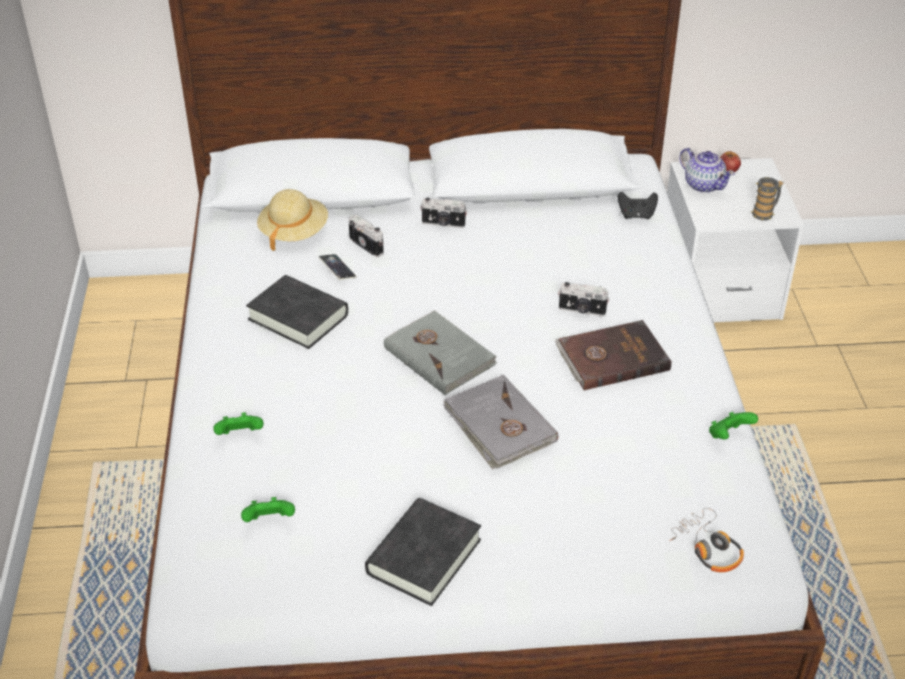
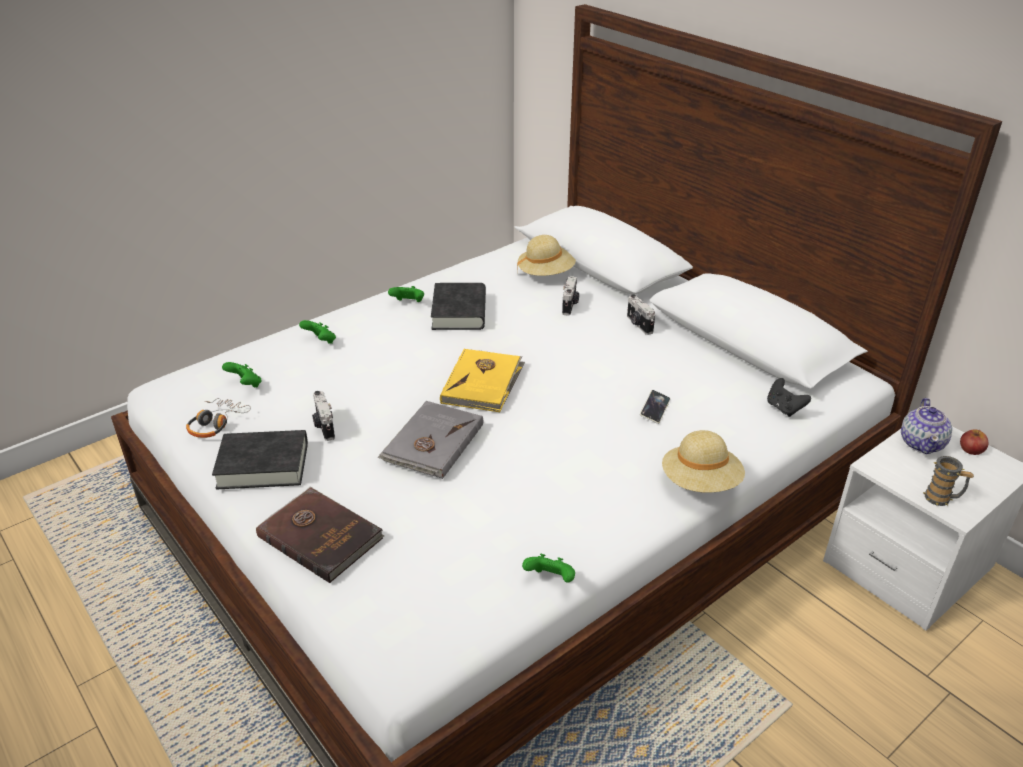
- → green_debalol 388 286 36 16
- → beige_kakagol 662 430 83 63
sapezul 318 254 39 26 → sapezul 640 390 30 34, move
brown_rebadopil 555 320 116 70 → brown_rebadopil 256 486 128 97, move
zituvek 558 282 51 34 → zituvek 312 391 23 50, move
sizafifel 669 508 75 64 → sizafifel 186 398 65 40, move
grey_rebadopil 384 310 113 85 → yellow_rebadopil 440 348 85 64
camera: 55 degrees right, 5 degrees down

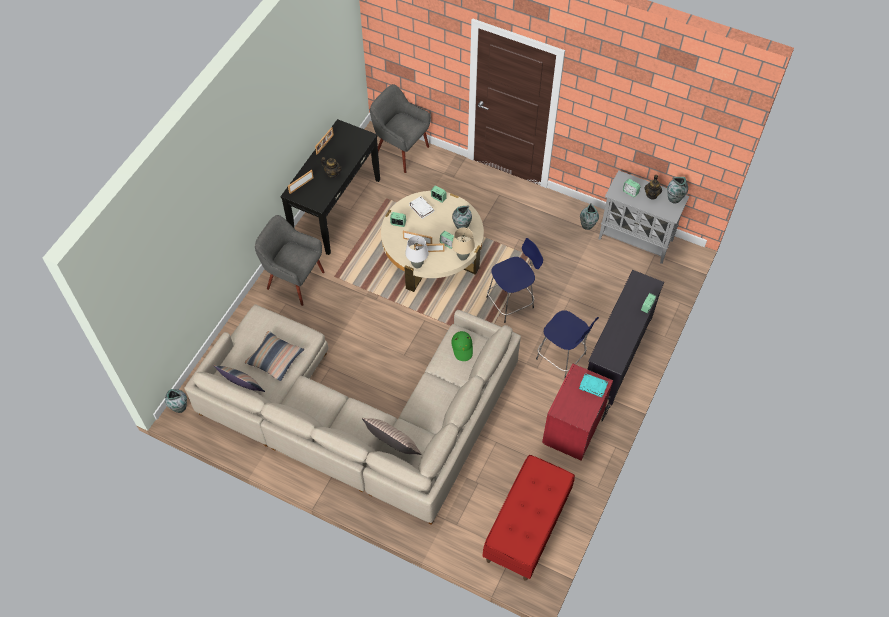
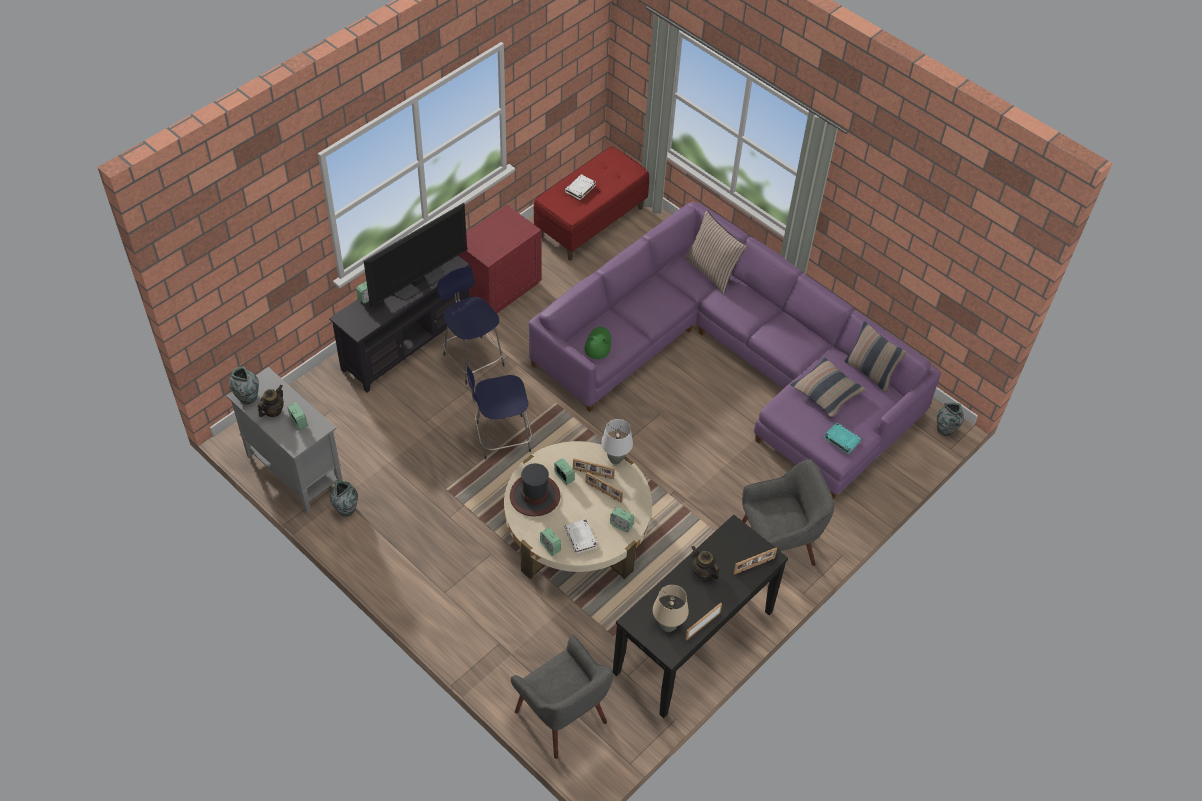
- → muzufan 364 203 103 104
- → white_rebadopil 565 174 31 26
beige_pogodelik 452 228 23 33 → beige_pogodelik 653 585 36 47, move
turquoise_rebadopil 579 373 29 24 → turquoise_rebadopil 824 422 37 32, move
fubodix 452 206 20 23 → kakagol 510 463 50 54
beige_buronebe 184 305 337 220 → purple_buronebe 528 202 413 297
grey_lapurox 255 215 70 91 → grey_lapurox 742 459 92 107, 60 degrees counterclockwise
camera: 165 degrees left, 5 degrees down

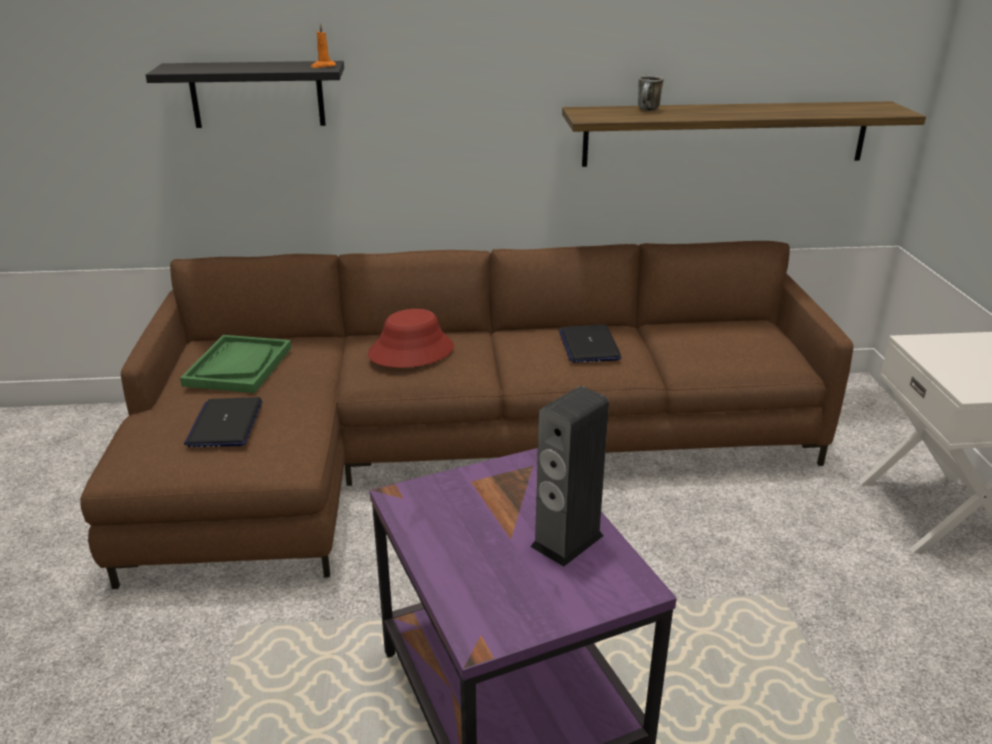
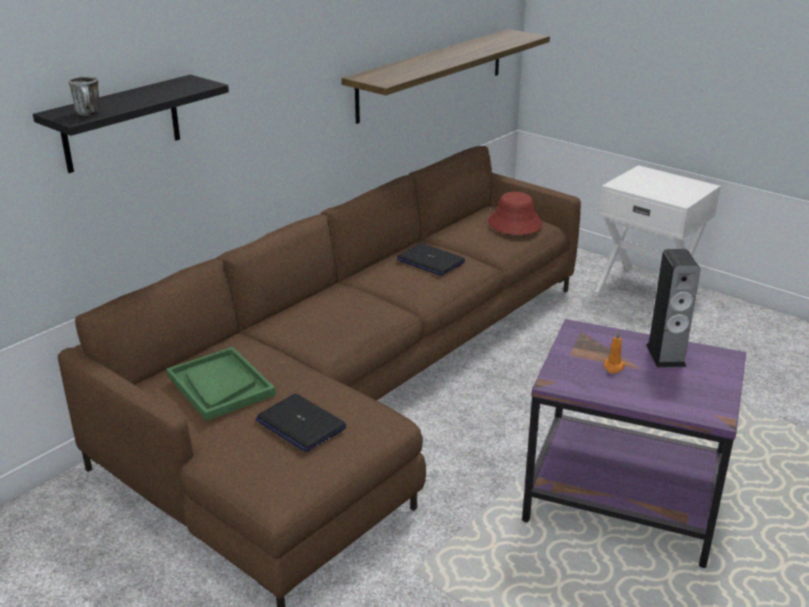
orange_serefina 311 23 25 45 → orange_serefina 603 331 22 42, move
red_kakagol 368 309 86 59 → red_kakagol 488 192 55 43, move
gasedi 638 76 26 35 → gasedi 68 76 32 40, move
camera: 45 degrees left, 0 degrees up

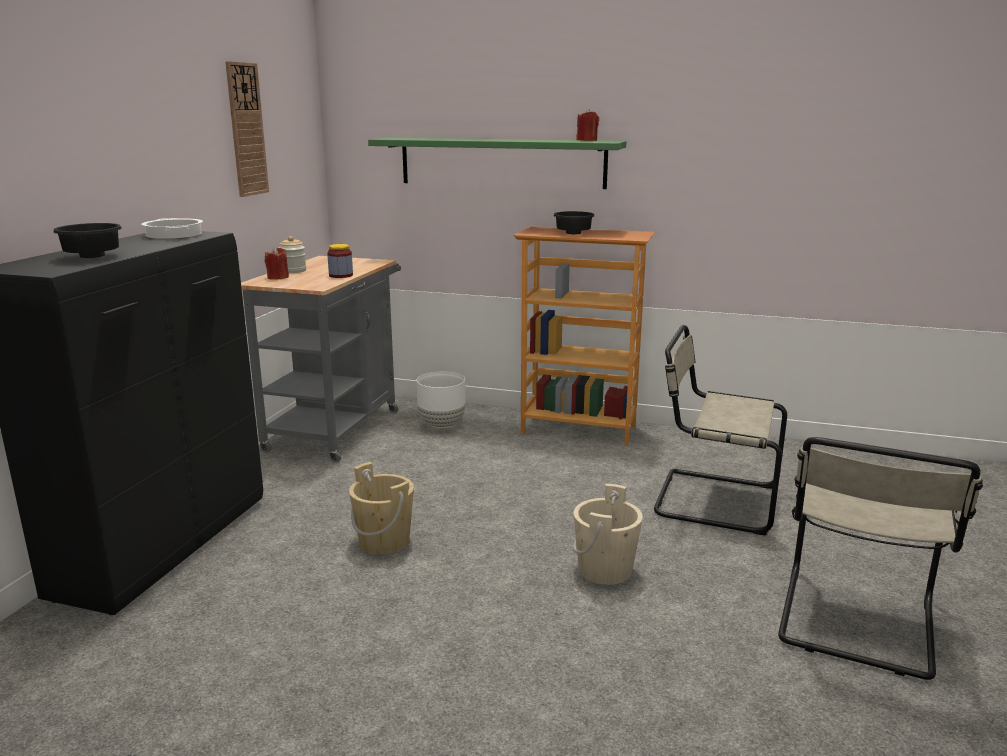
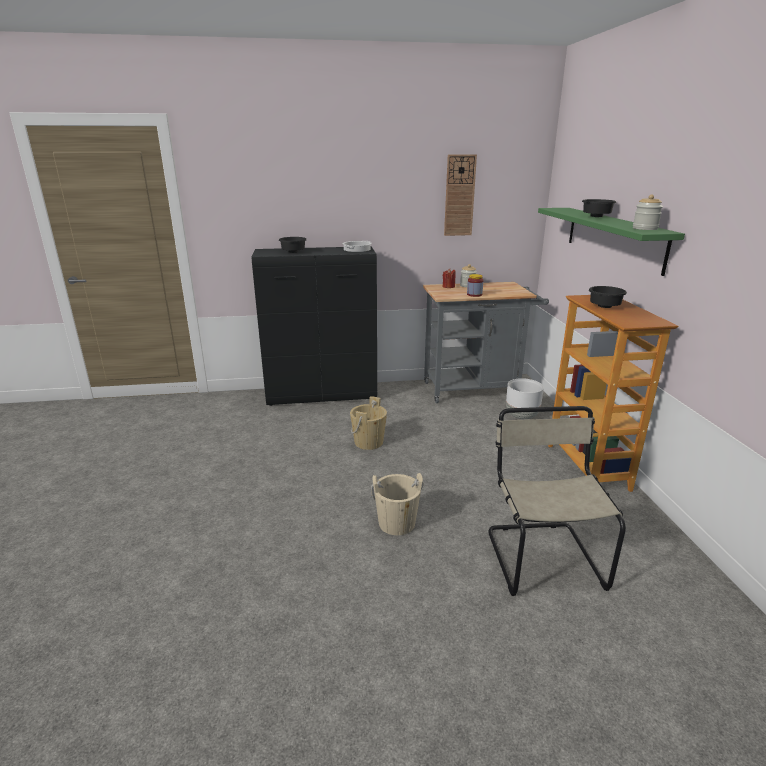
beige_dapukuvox 778 437 205 243 → -
- → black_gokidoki 582 199 34 18
red_serefina 576 109 23 32 → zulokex 633 194 30 36
camera: 65 degrees right, 5 degrees up

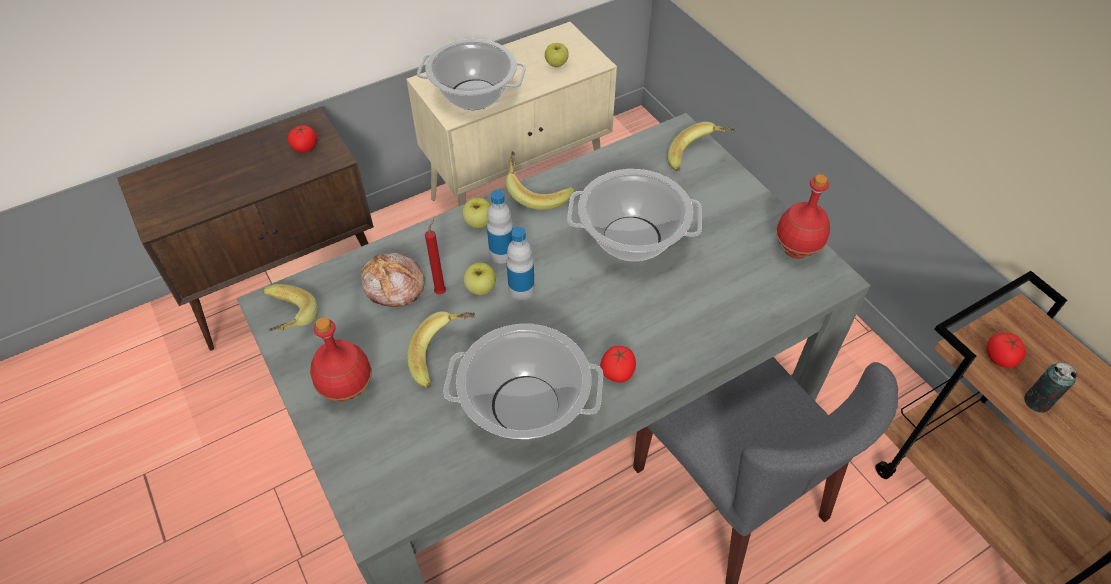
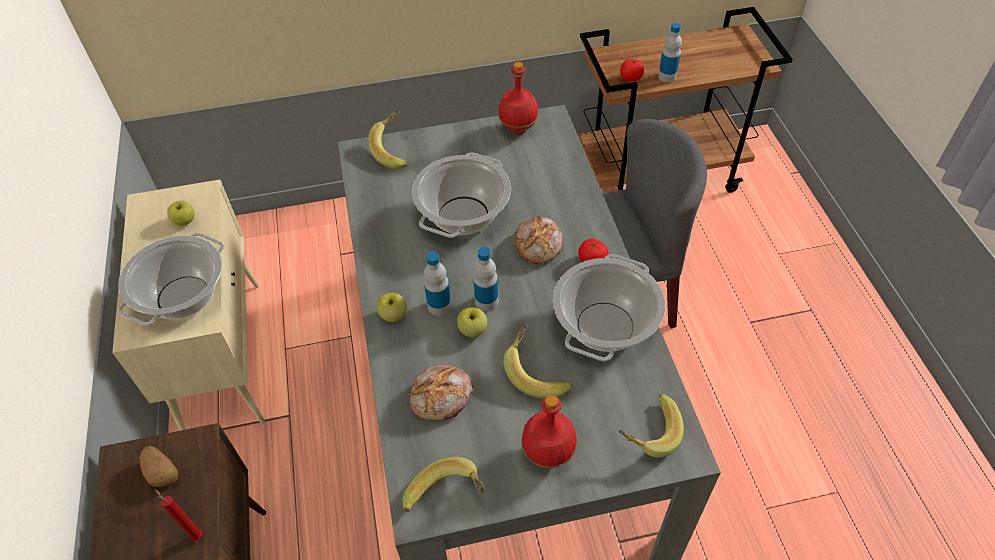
- → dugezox 515 216 49 48
red_serefina 425 219 21 75 → red_serefina 155 489 48 52, move
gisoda 505 151 70 59 → gisoda 619 394 65 64, move
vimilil 288 125 29 27 → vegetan 139 446 39 41
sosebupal 1024 362 53 51 → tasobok 658 23 24 59
camera: 70 degrees left, 0 degrees up

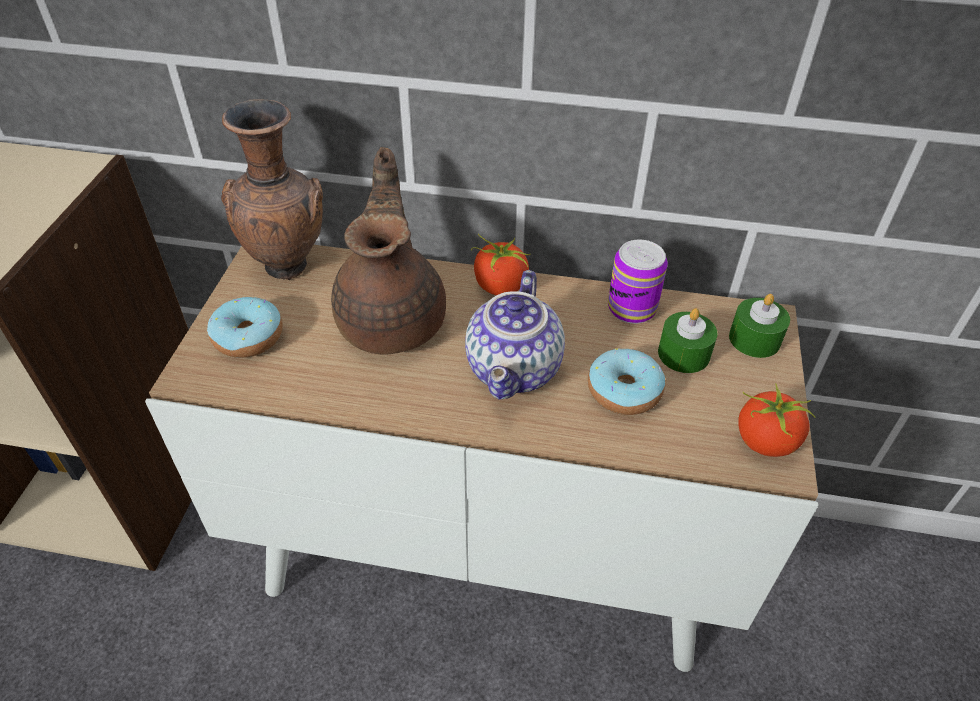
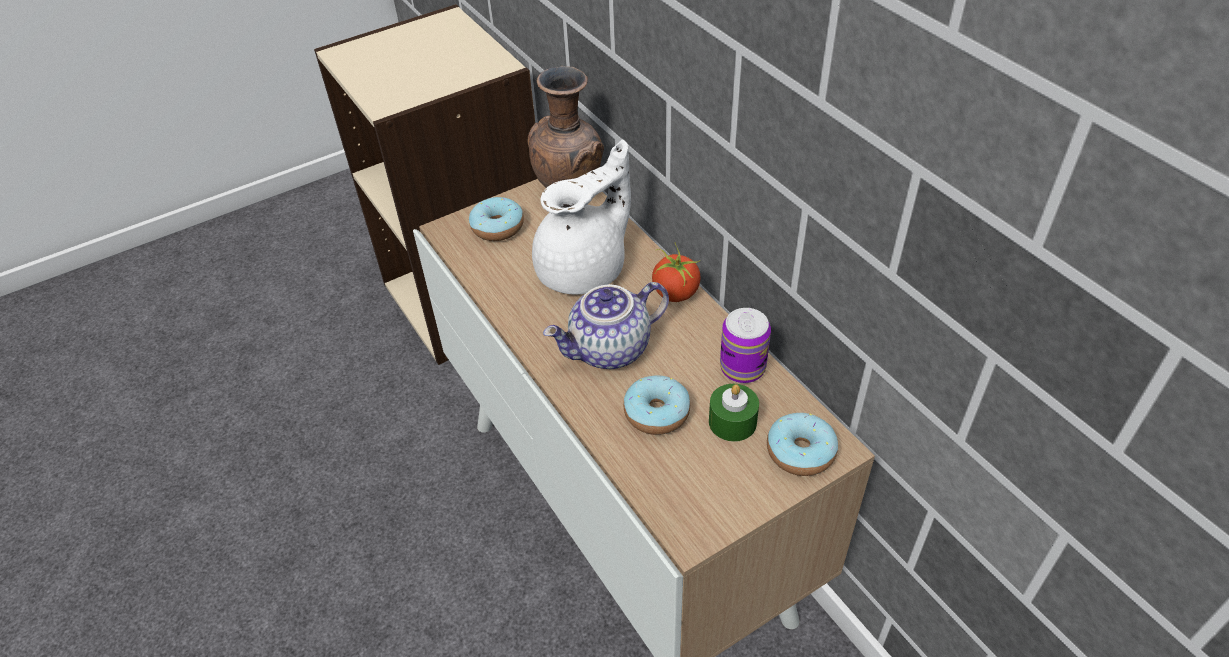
vimilil 738 383 78 74 → -
green_serefina 729 294 61 64 → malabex 767 413 71 63
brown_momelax 331 147 115 207 → white_momelax 532 139 99 155
camera: 50 degrees right, 0 degrees up

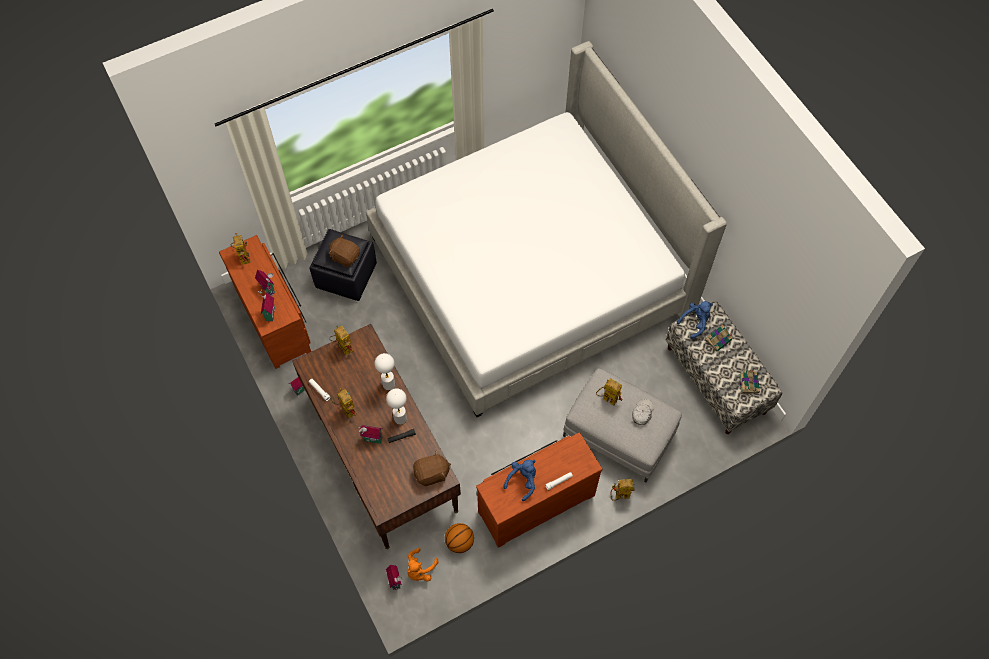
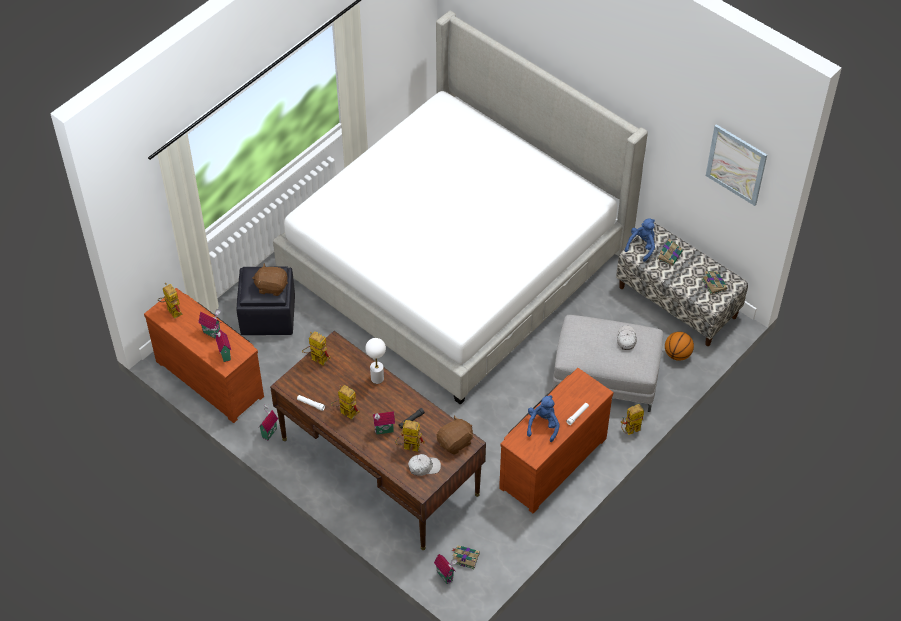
white_pogodelik 386 388 21 37 → -
- → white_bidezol 408 454 33 22
- → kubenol 706 124 61 82
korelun 445 523 29 30 → korelun 665 332 29 29, move
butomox 596 379 27 26 → butomox 395 420 30 32, move
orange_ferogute 407 548 32 34 → rebadopil 452 545 28 24
camera: 20 degrees left, 10 degrees down

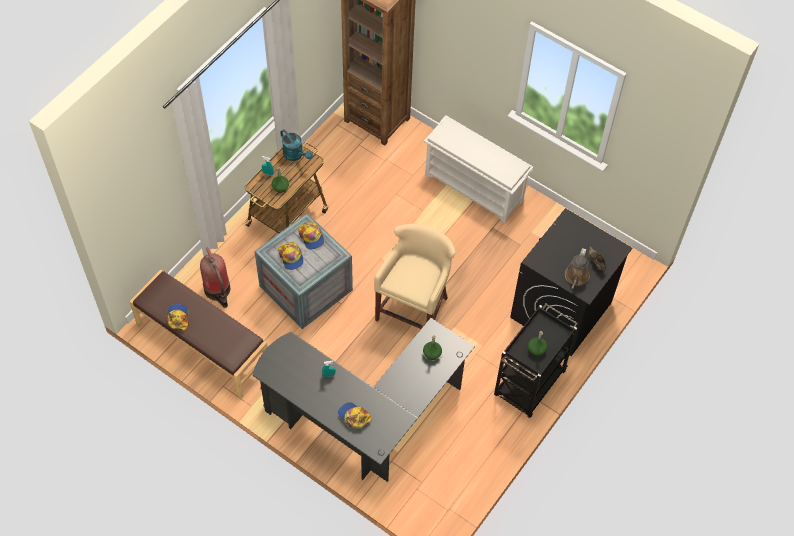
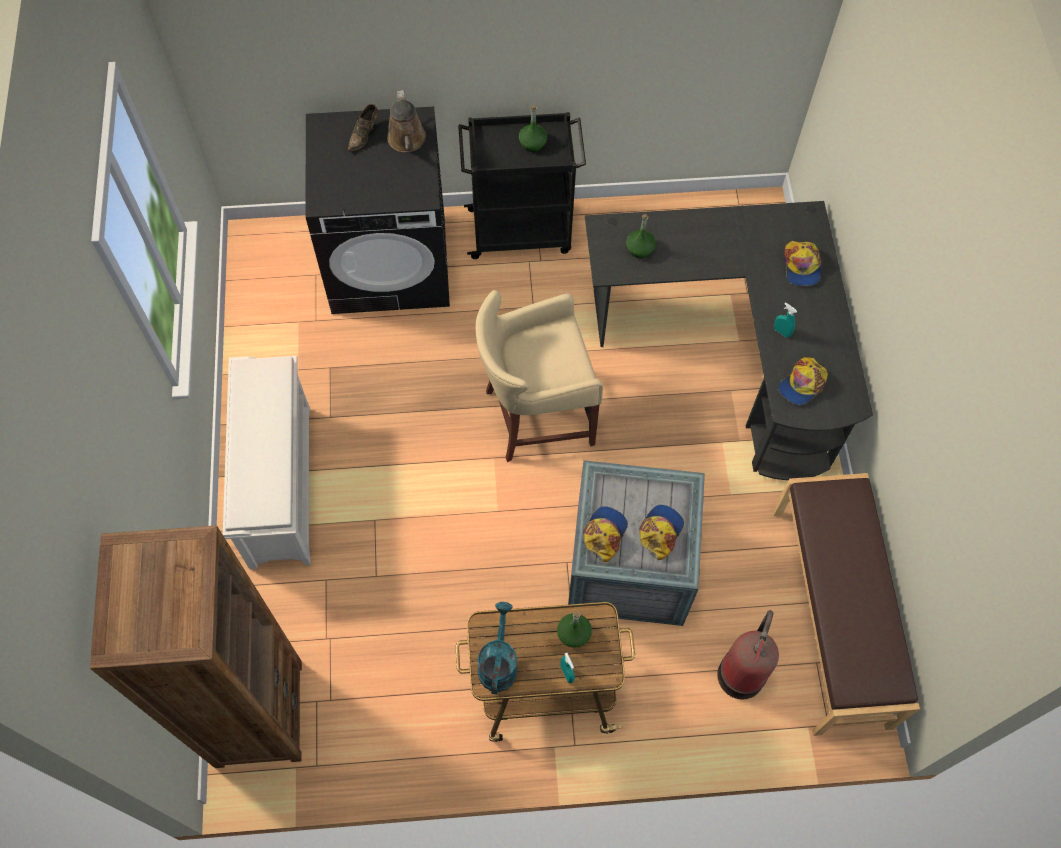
bidezol 166 304 23 28 → bidezol 778 357 50 48, move
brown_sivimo 565 248 25 41 → brown_sivimo 387 90 39 62, 105 degrees clockwise
camera: 130 degrees left, 5 degrees up

